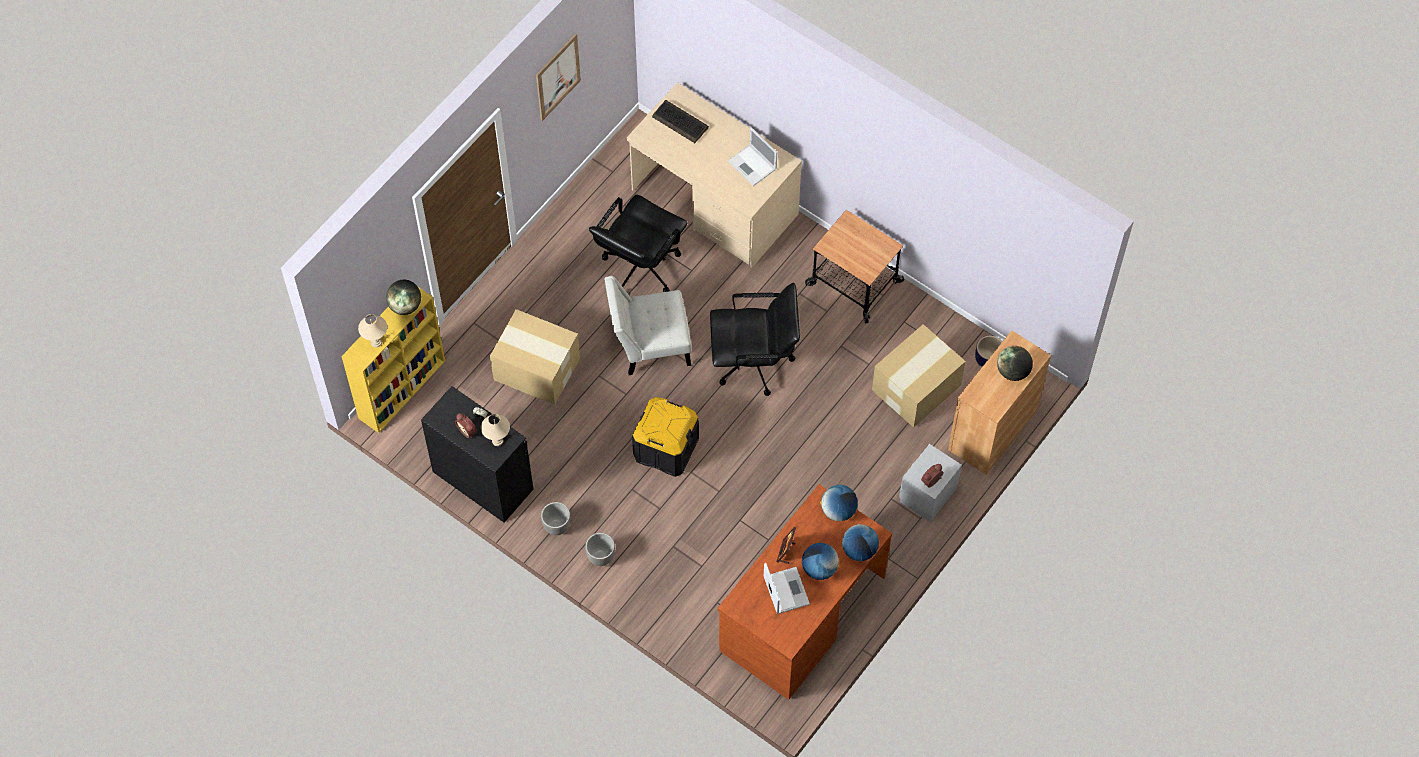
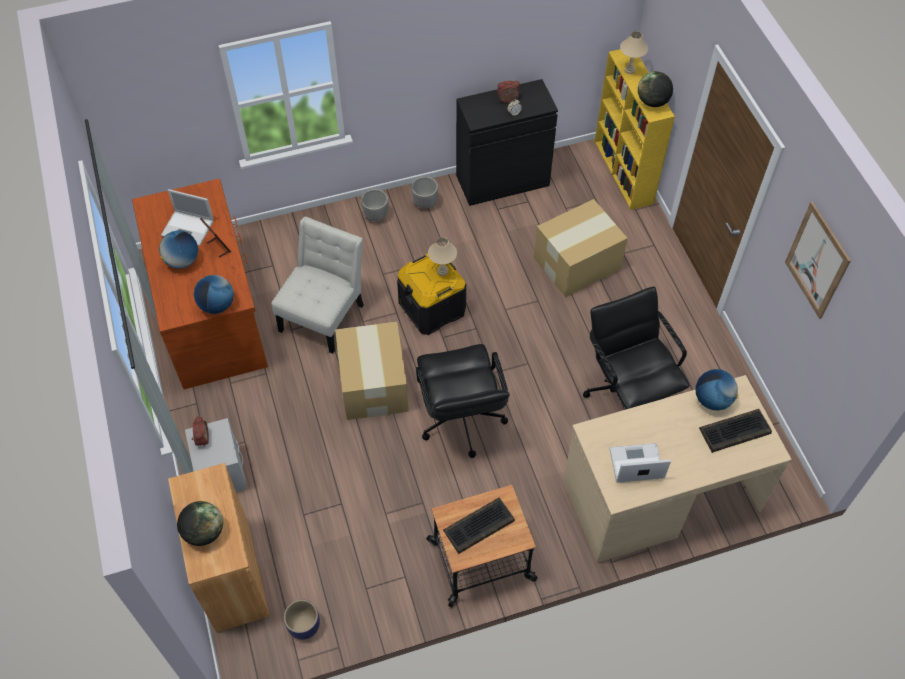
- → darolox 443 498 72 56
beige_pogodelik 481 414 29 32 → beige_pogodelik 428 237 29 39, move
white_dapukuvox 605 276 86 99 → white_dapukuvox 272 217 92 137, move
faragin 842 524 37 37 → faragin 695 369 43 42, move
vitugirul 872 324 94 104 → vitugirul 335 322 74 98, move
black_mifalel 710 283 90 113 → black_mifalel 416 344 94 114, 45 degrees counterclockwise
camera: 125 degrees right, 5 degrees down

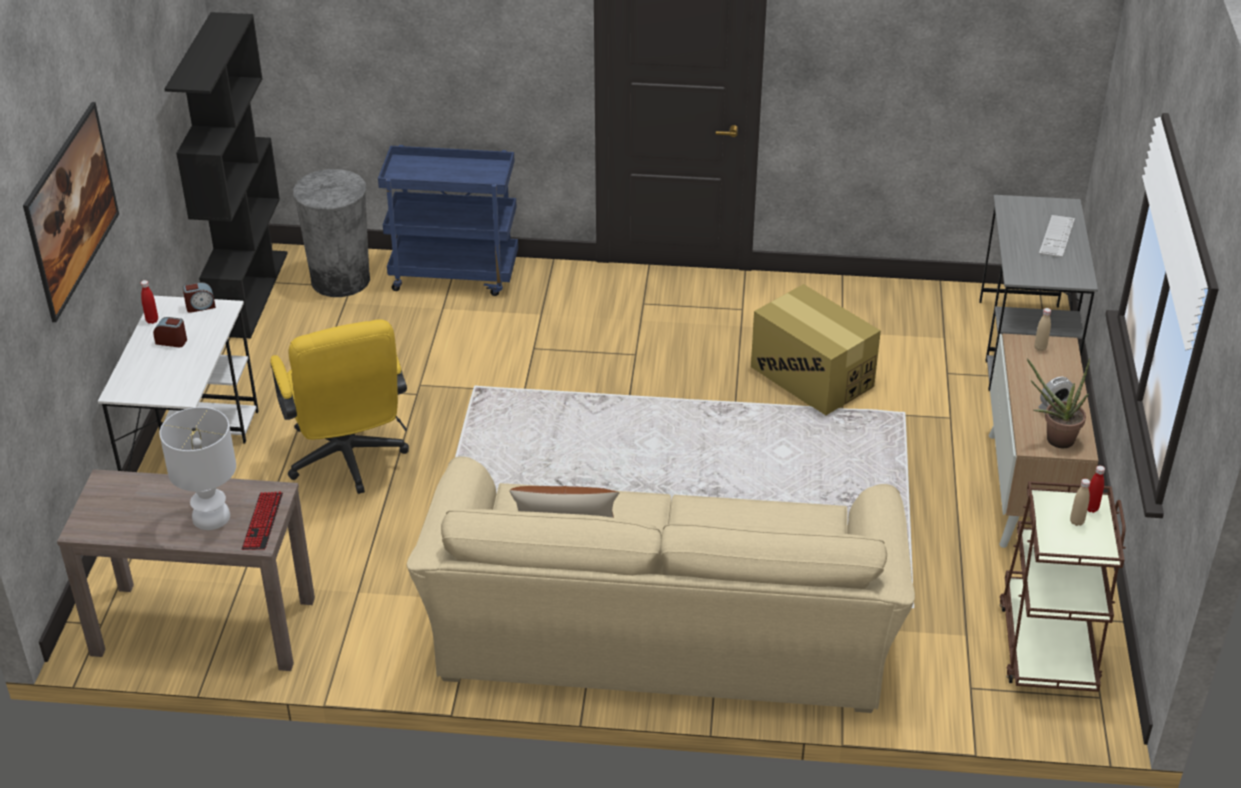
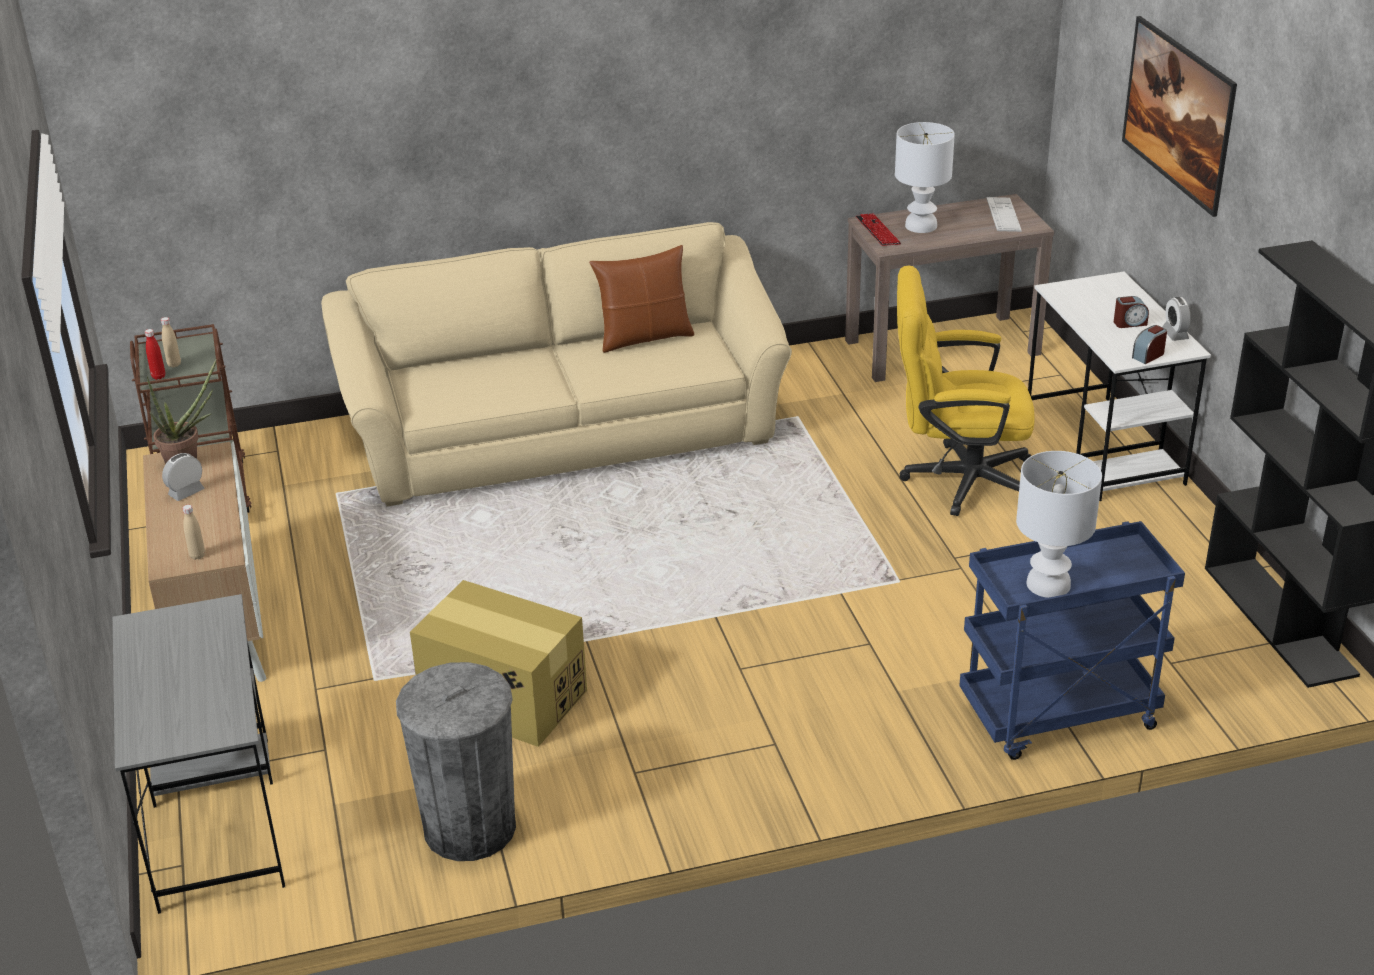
- → white_pogodelik 1016 451 86 147
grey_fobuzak 293 169 77 128 → grey_fobuzak 396 662 120 199, move
darolox 1039 215 36 43 → darolox 986 197 36 35, move
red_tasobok 141 280 17 44 → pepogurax 1162 297 29 44
yellow_mifalel 270 319 139 175 → yellow_mifalel 897 265 138 251, 45 degrees counterclockwise
camera: 160 degrees right, 5 degrees down

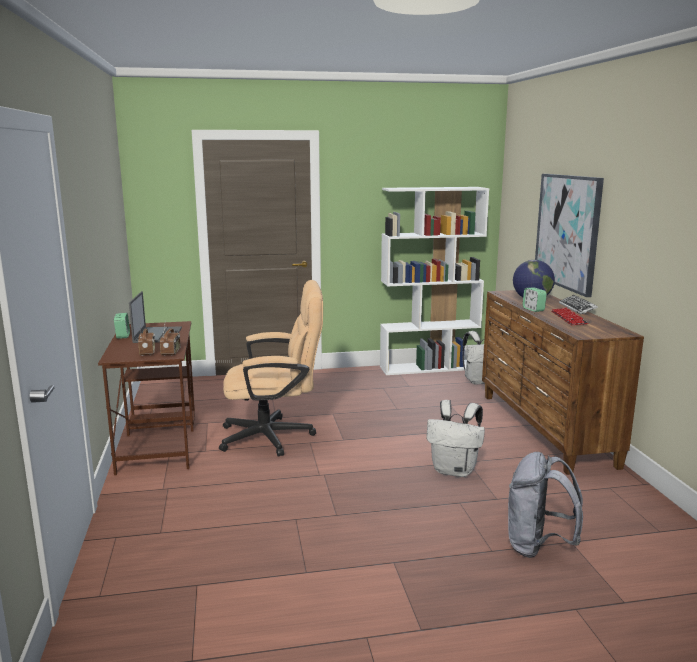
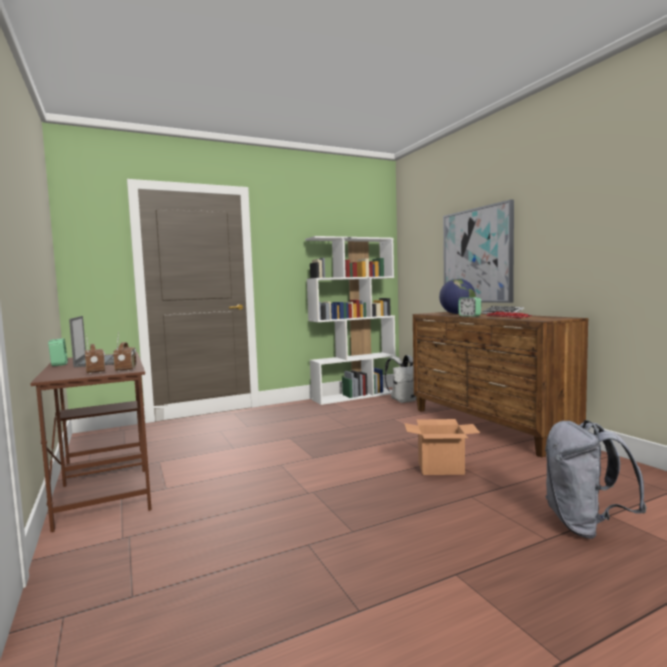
beige_mifalel 219 280 104 176 → -
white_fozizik 426 400 59 77 → vitugirul 404 419 76 56
camera: 15 degrees left, 10 degrees down

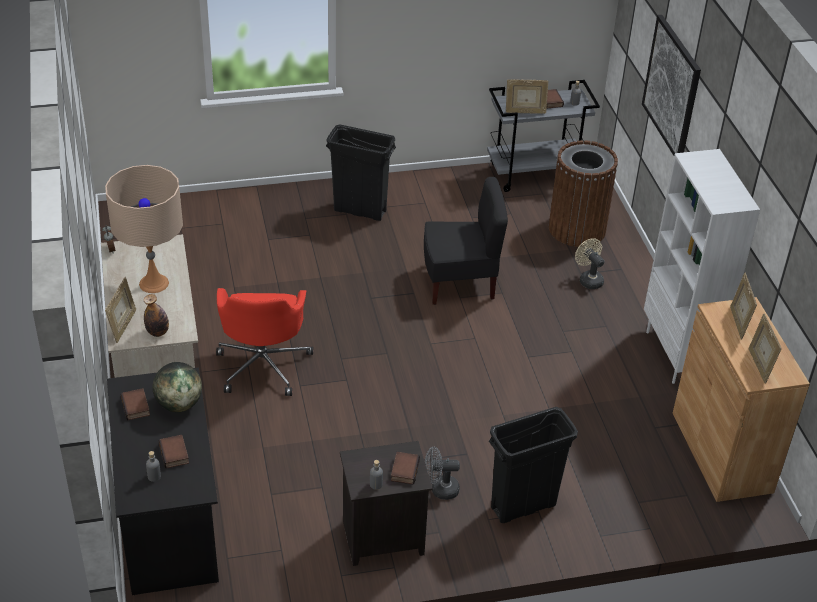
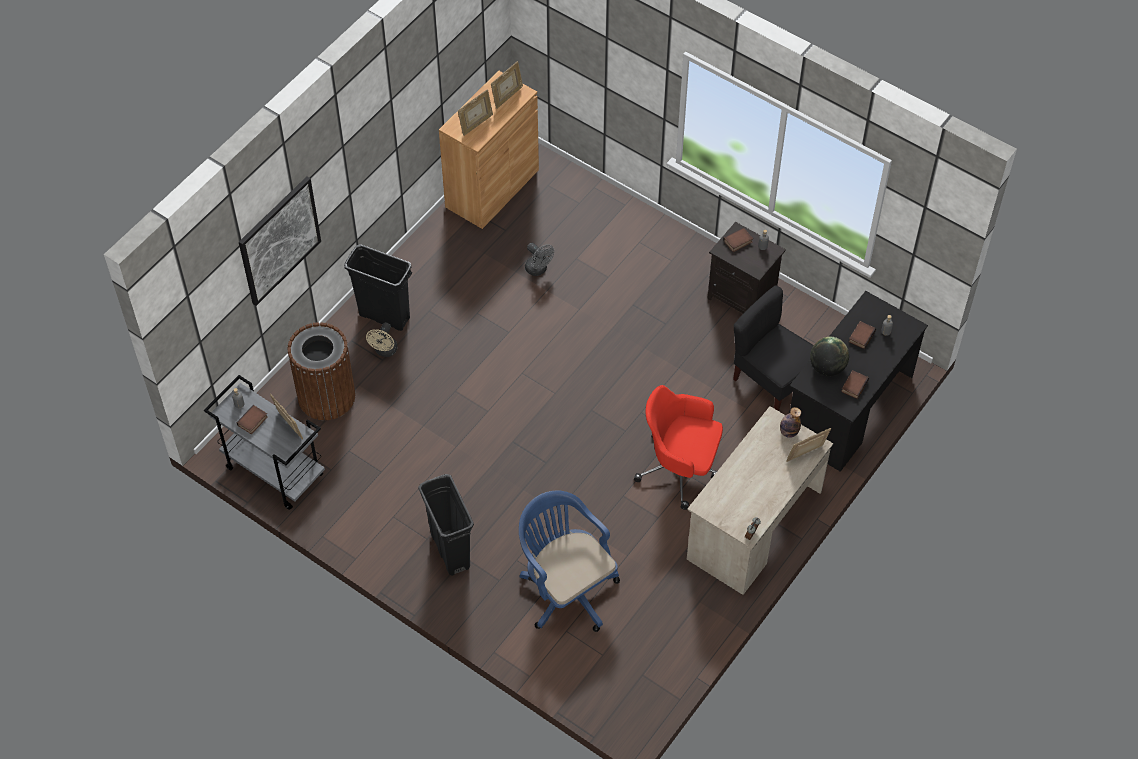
beige_pogodelik 105 165 78 128 → -
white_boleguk 644 149 116 235 → -
- → blue_mifalel 519 490 101 142
black_dapukuvox 424 177 84 128 → black_dapukuvox 733 285 81 126, move
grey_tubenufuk 425 447 35 53 → grey_tubenufuk 525 243 29 33, move
black_fobuzak 489 407 89 116 → black_fobuzak 344 244 68 87, move
red_mifalel 216 288 97 108 → red_mifalel 634 385 89 125, 120 degrees counterclockwise
camera: 130 degrees left, 15 degrees up

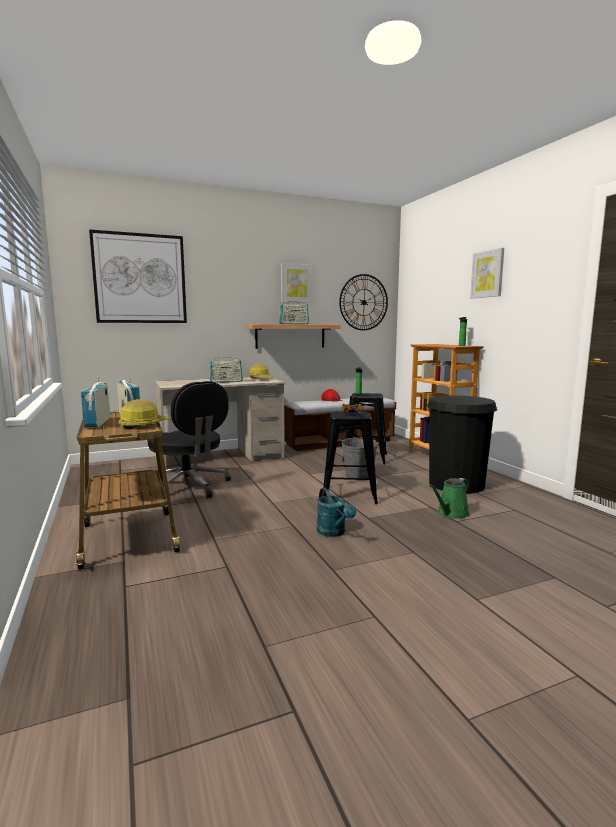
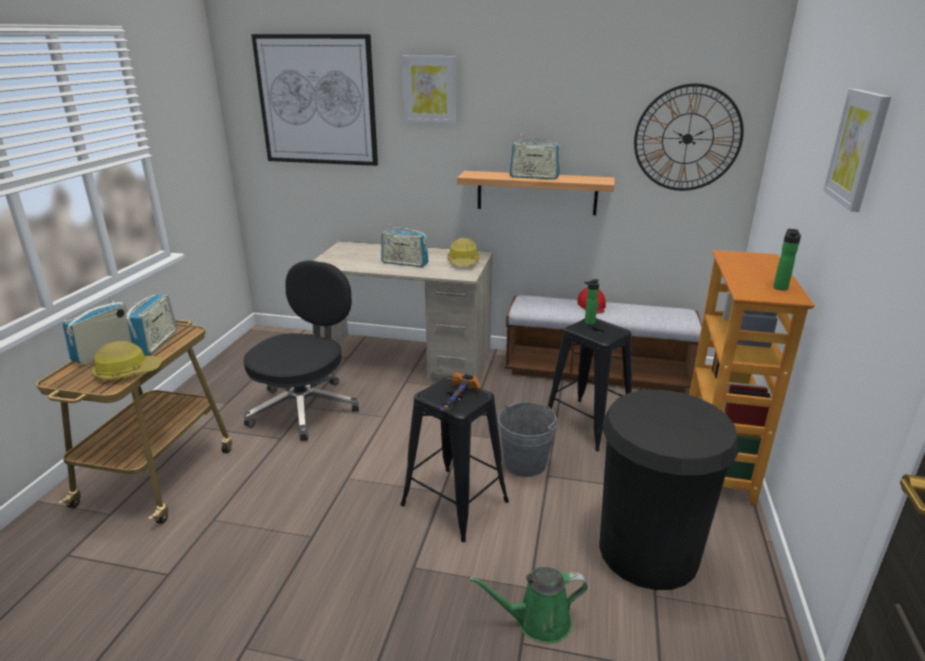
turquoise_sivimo 317 488 39 49 → -
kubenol 281 263 31 40 → kubenol 402 56 55 67, move
black_mifalel 147 381 84 117 → black_mifalel 244 260 115 181, 150 degrees counterclockwise
camera: 35 degrees right, 15 degrees up

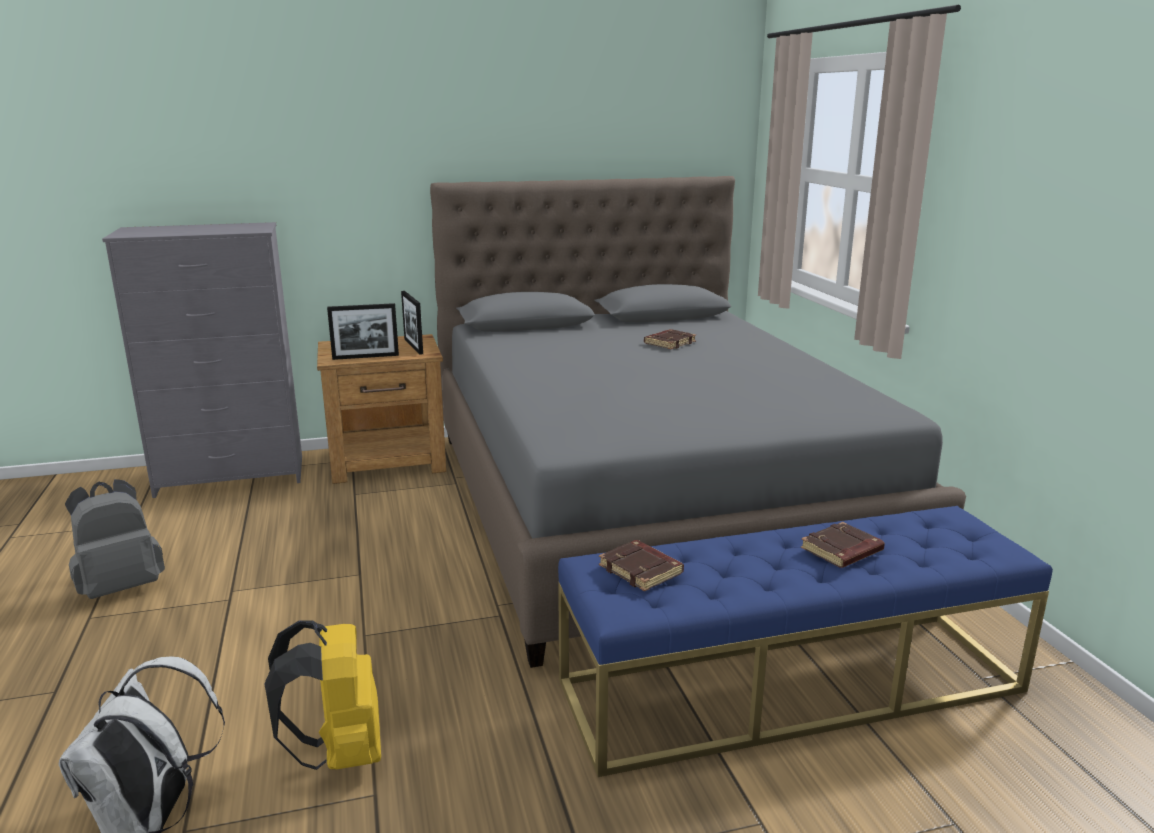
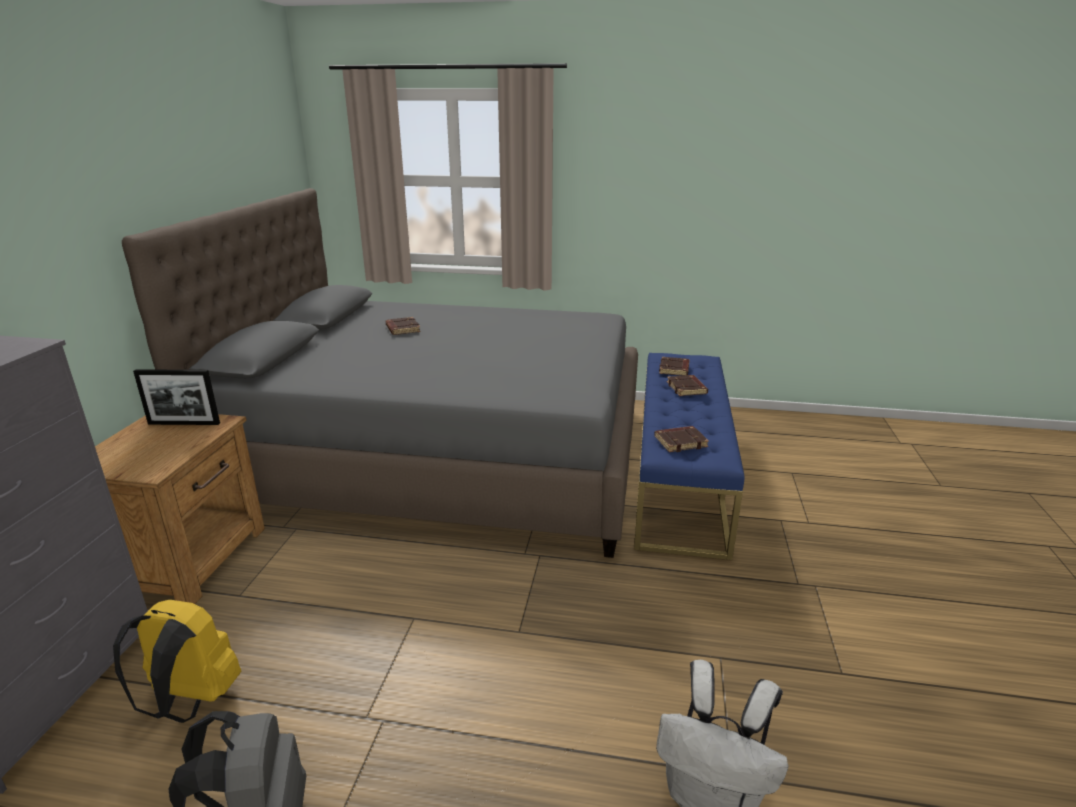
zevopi 327 303 72 57 → -
- → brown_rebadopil 659 357 31 19
yellow_fozizik 264 621 117 149 → yellow_fozizik 113 600 128 123, move
camera: 65 degrees left, 5 degrees up

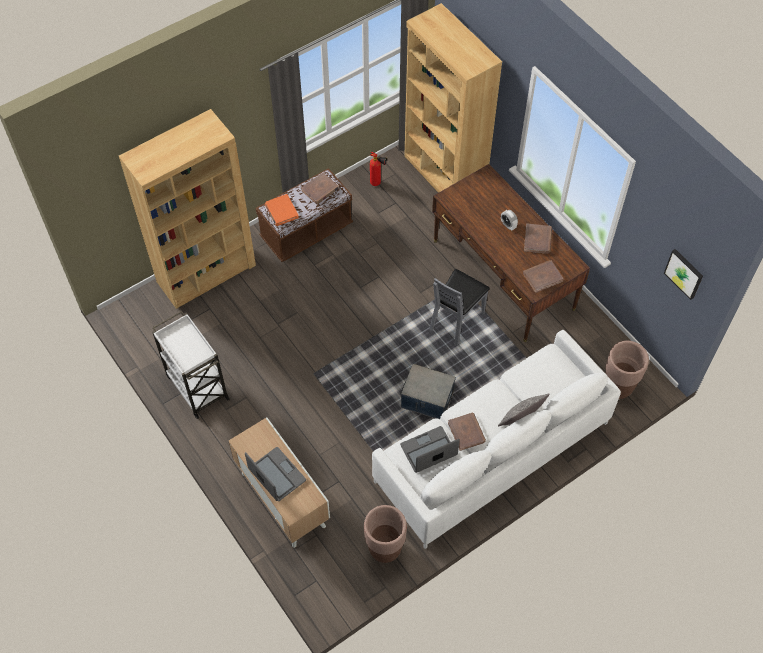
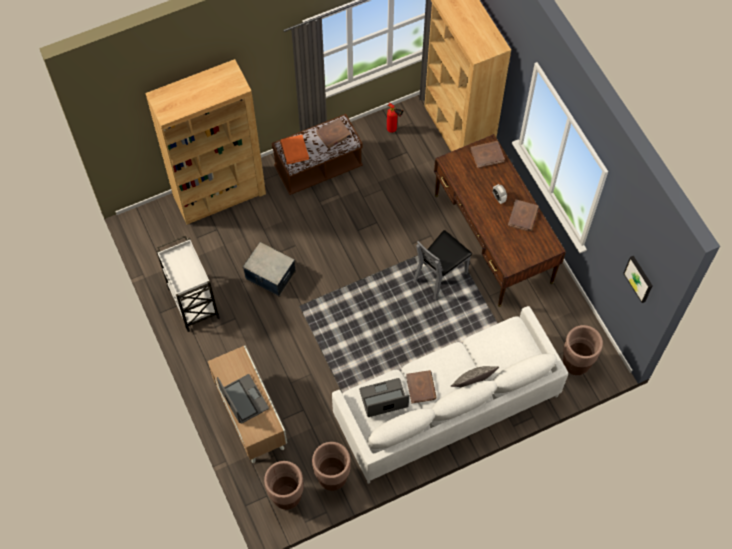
- → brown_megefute 264 461 40 49
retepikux 401 364 55 55 → retepikux 243 242 53 54, move
brown_rebadopil 523 260 40 33 → brown_rebadopil 471 141 34 27, move
camera: 10 degrees right, 5 degrees up

